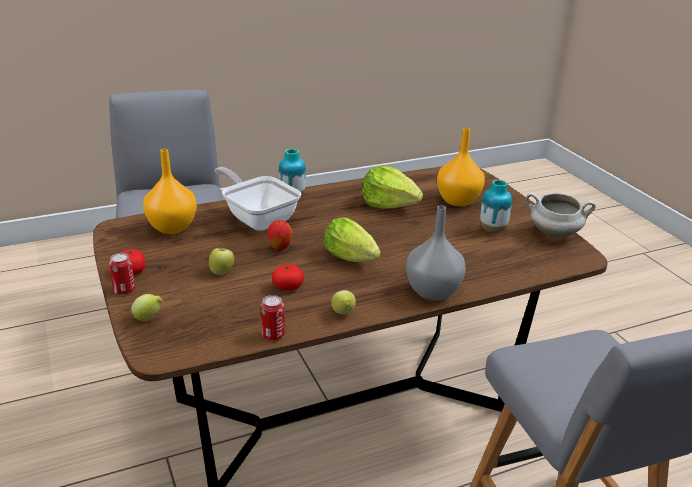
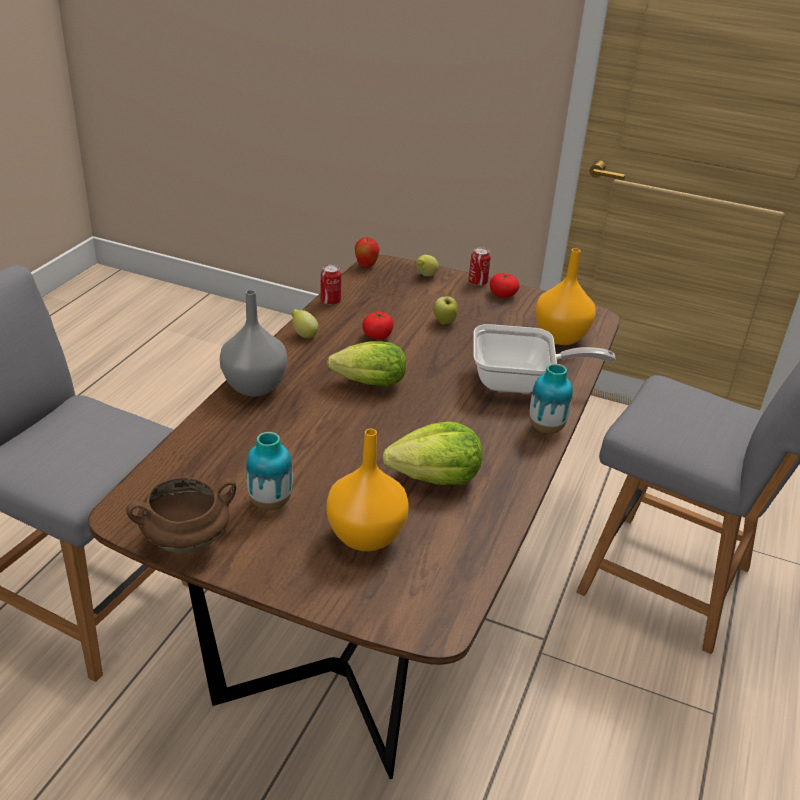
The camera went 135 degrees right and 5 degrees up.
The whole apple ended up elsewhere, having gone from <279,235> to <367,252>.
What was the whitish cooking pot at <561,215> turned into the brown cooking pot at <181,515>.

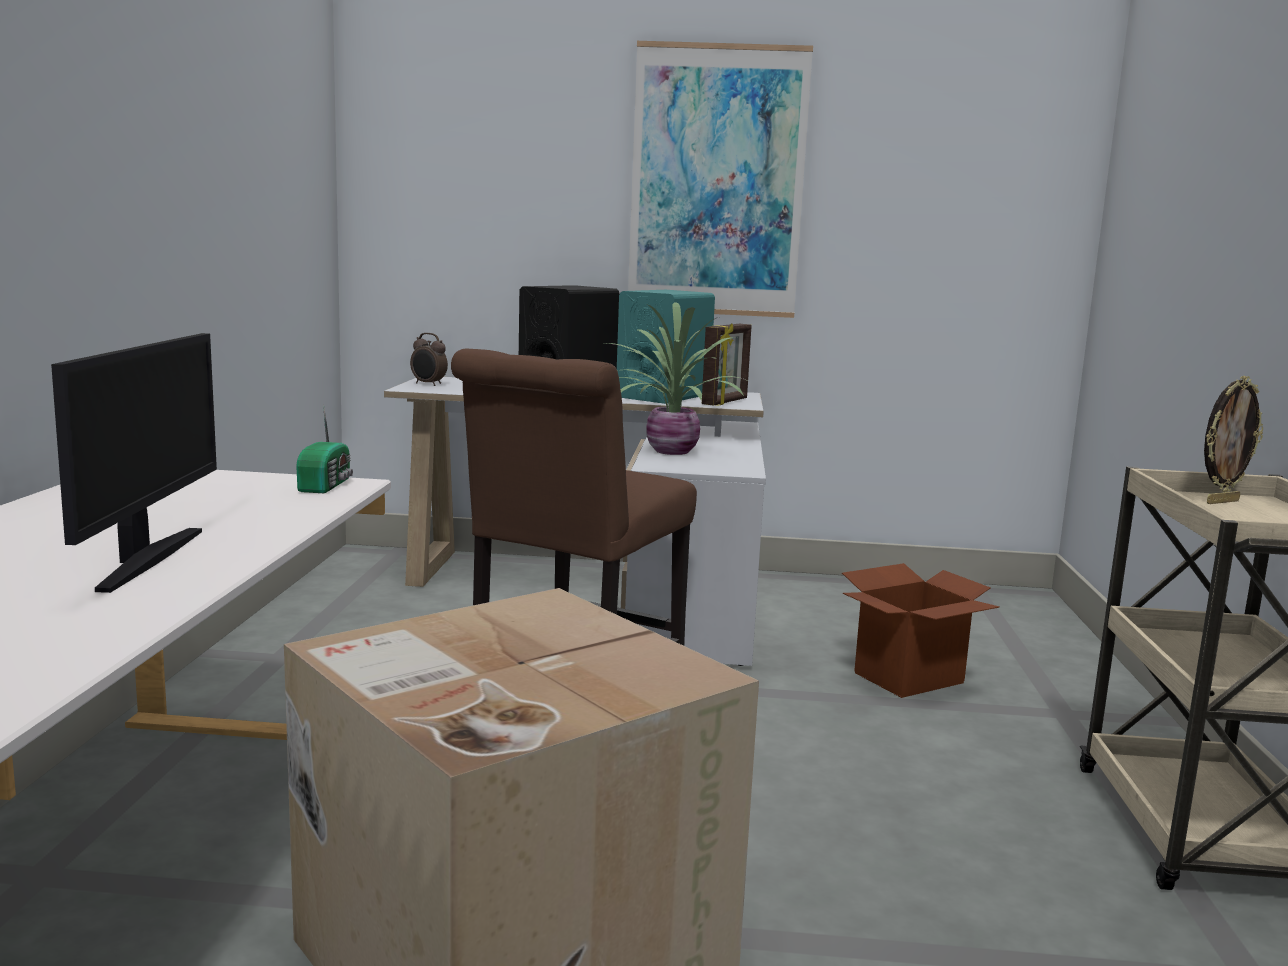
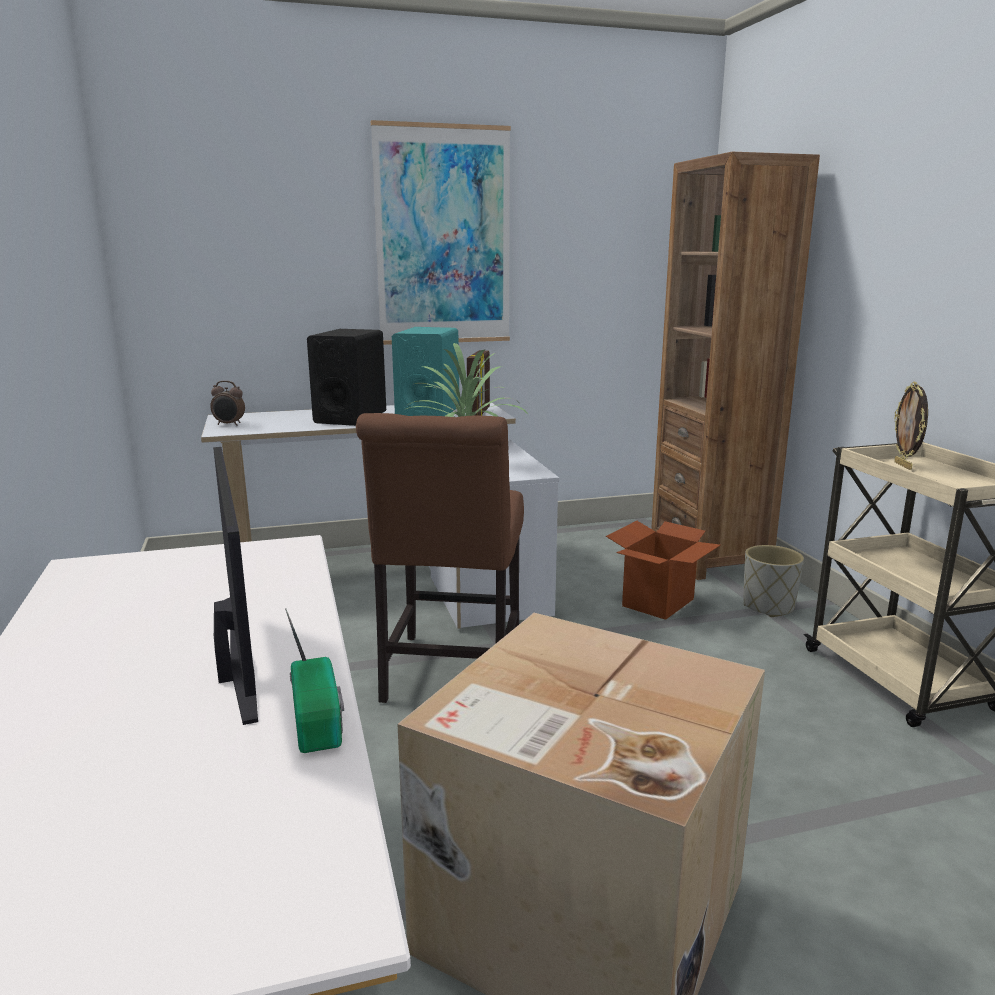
The camera went 20 degrees left and 5 degrees up.
The radio receiver ended up elsewhere, having gone from <324,449> to <314,680>.
The standing frame at <1233,440> ended up facing another way, 135 degrees clockwise from before.
The second view gained the brown shelving unit at <735,366>.
The second view gained the greyish flower pot at <774,581>.

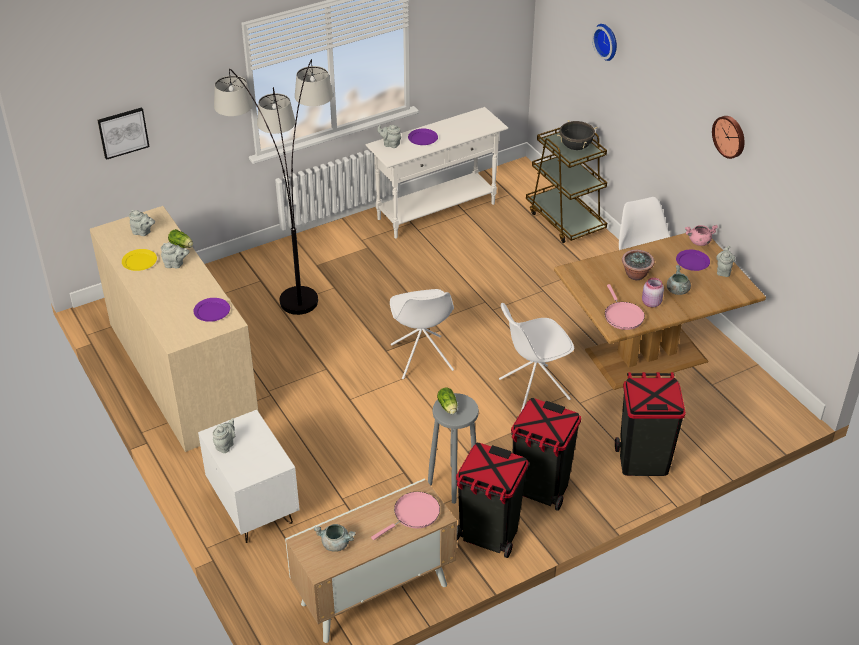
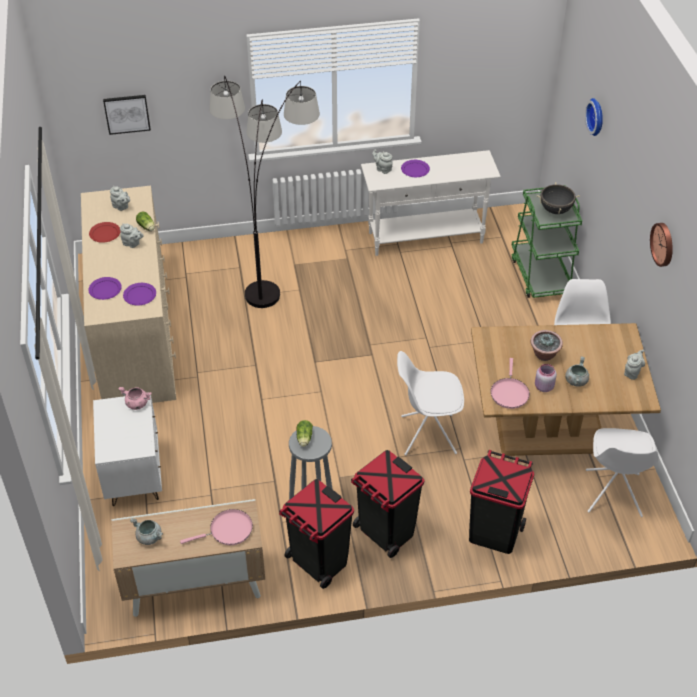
The camera went 20 degrees right and 5 degrees up.
What was the yellow-coloured plate at <139,260> turned into the red-coloured plate at <105,232>.
The second view lost the greyish teapot at <223,435>.
The whitish upright chair ended up elsewhere, having gone from <422,334> to <622,472>.
What was the brown trolley at <566,185> turned into the green-coloured trolley at <547,241>.
The purple plate ended up elsewhere, having gone from <693,260> to <105,288>.
The pinkish cooking pot ended up elsewhere, having gone from <701,235> to <135,398>.

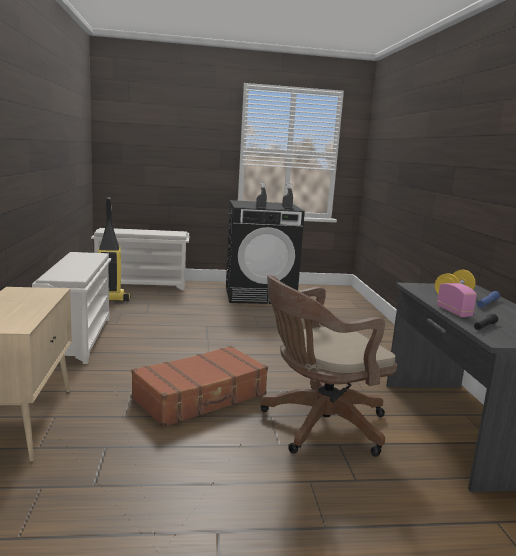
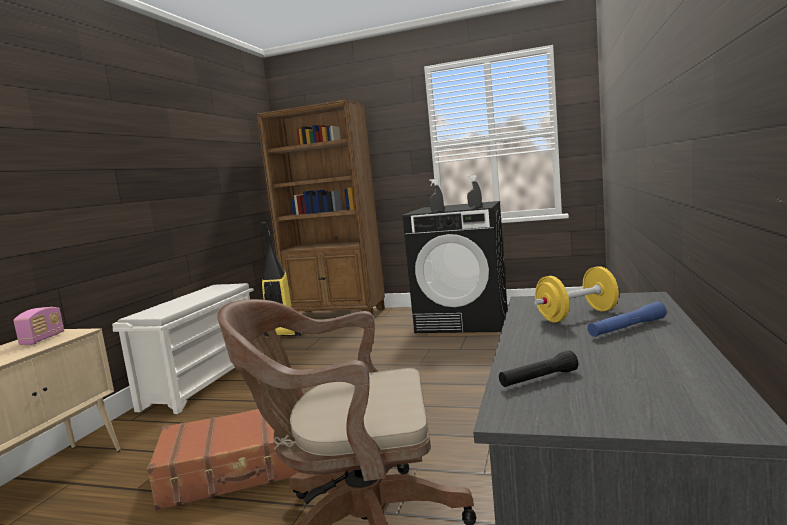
The camera went 25 degrees right and 5 degrees down.
Where the whitish shoe stand stood at <140,259>, the brown shelving unit came to stand at <321,207>.
The radio receiver ended up elsewhere, having gone from <457,300> to <38,326>.

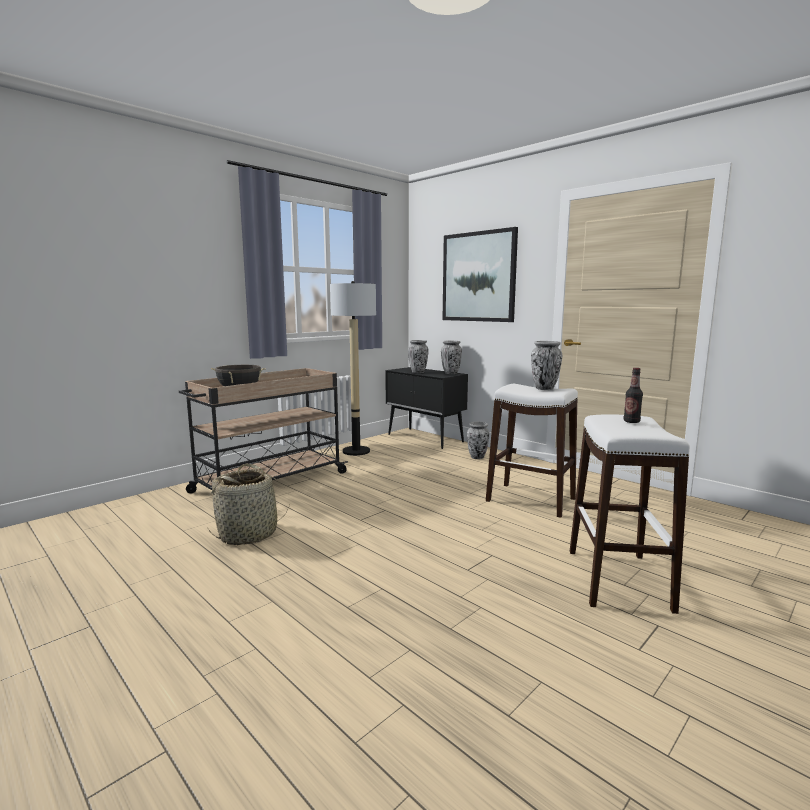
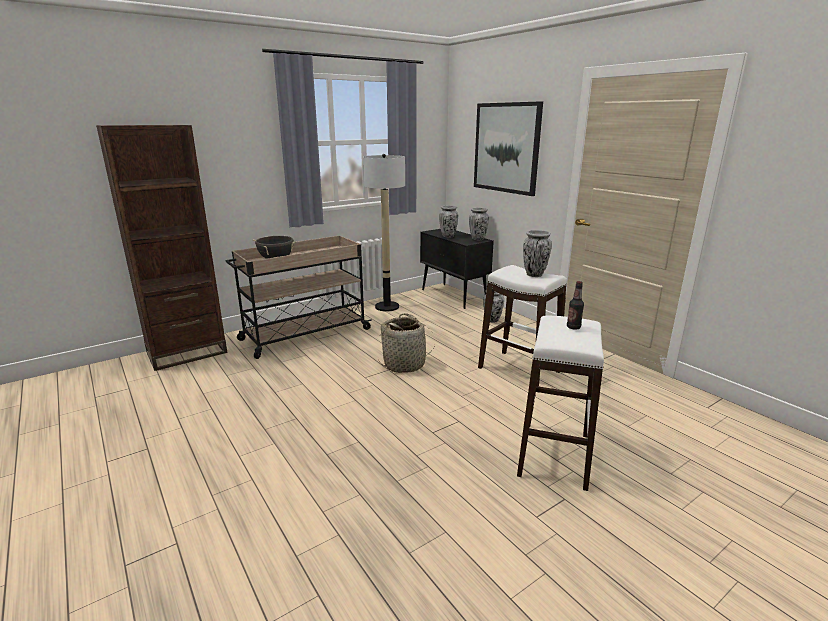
The camera went 10 degrees right and 10 degrees up.
The household basket ended up elsewhere, having gone from <249,504> to <406,343>.
The second view gained the brown shelving unit at <161,248>.

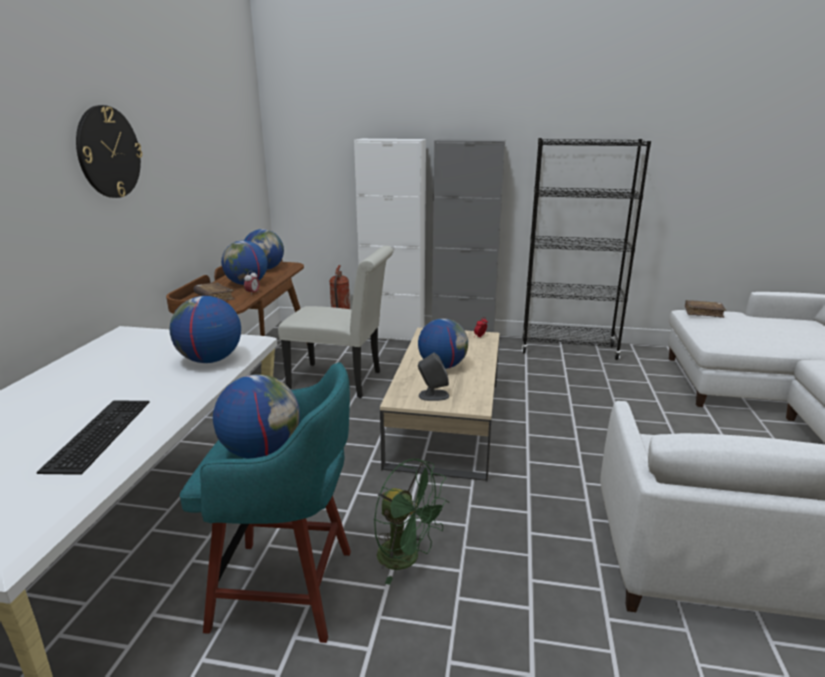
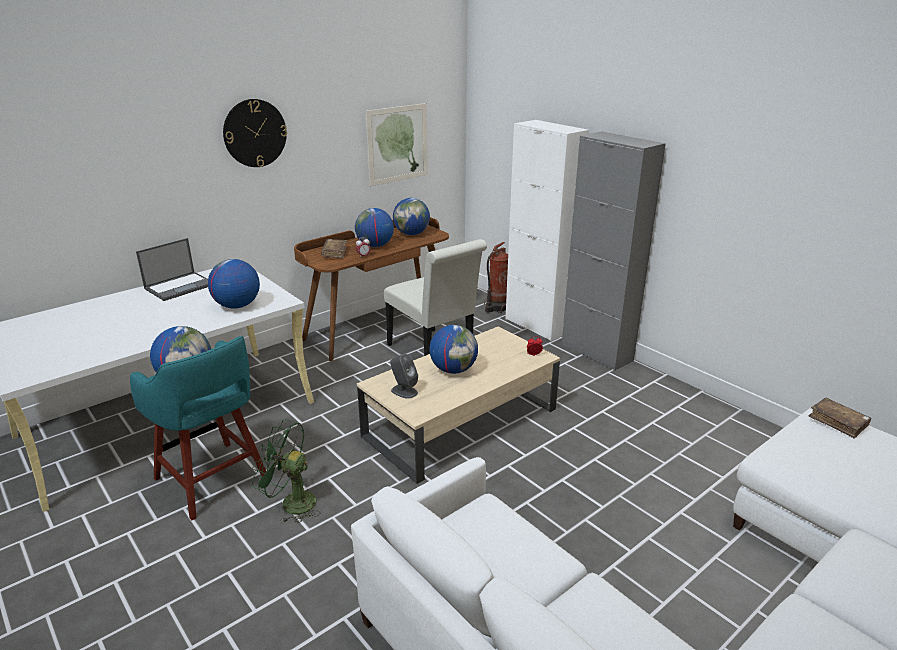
The camera went 40 degrees right and 5 degrees up.
The second view lost the computer keyboard at <93,437>.
The green-coloured electric fan at <411,522> ended up facing another way, 120 degrees clockwise from before.
The second view lost the blackish shelving unit at <586,249>.
The second view gained the laptop at <172,269>.
The second view gained the wall art at <397,144>.

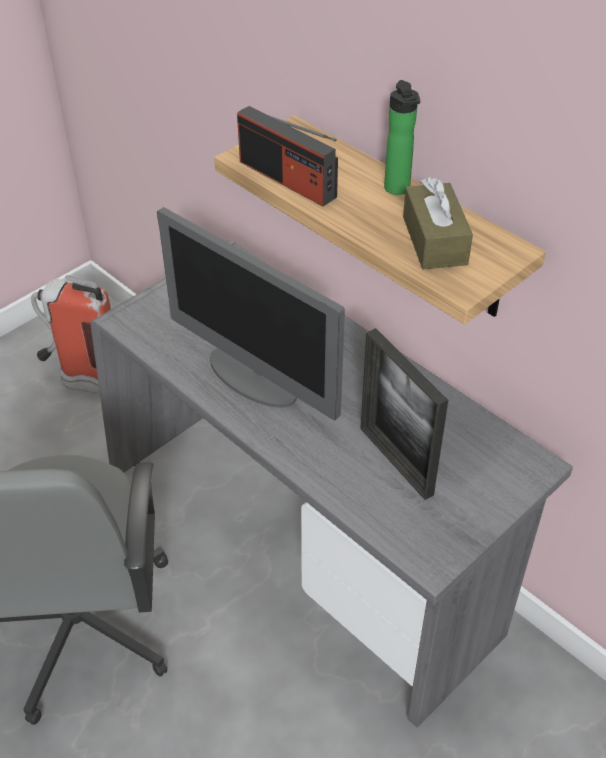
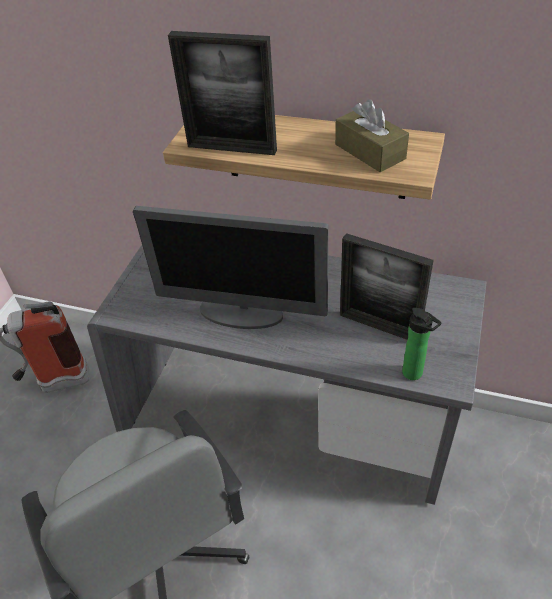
The camera went 25 degrees left and 0 degrees up.
Where the radio receiver stood at <287,156>, the standing frame came to stand at <222,93>.
The bottle ended up elsewhere, having gone from <402,137> to <422,344>.

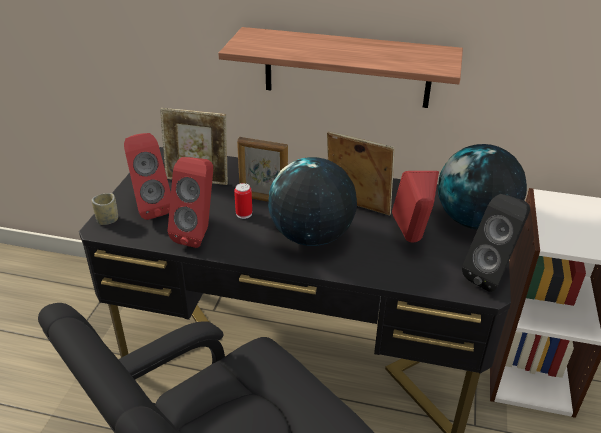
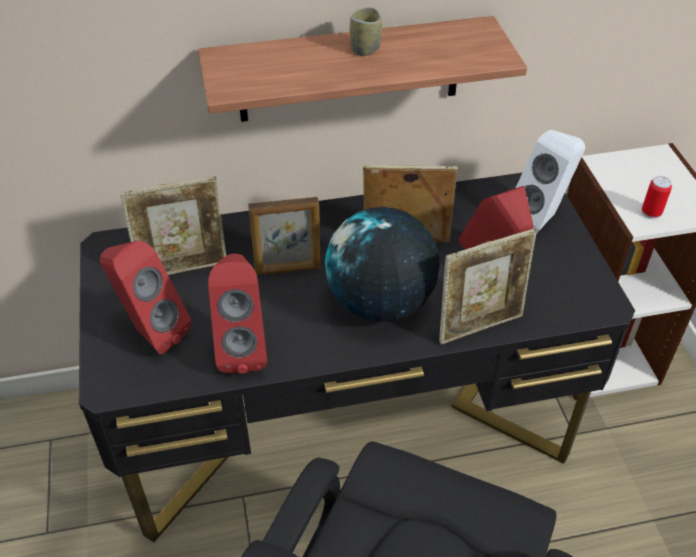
The camera went 25 degrees left and 10 degrees up.
The cup ended up elsewhere, having gone from <105,209> to <366,31>.
The sealed can ended up elsewhere, having gone from <243,201> to <657,197>.
Where the desk globe stood at <482,187>, the whitish loudspeaker came to stand at <550,182>.
The second view lost the blackish loudspeaker at <496,243>.
The second view gained the standing frame at <488,286>.

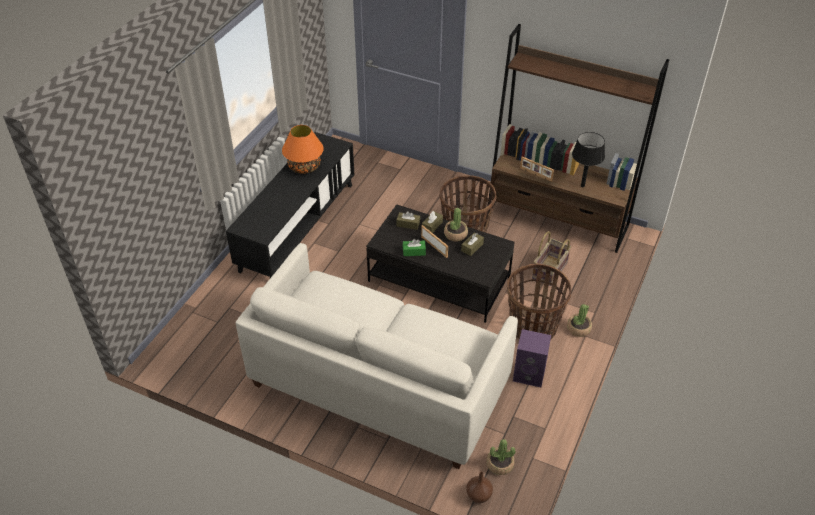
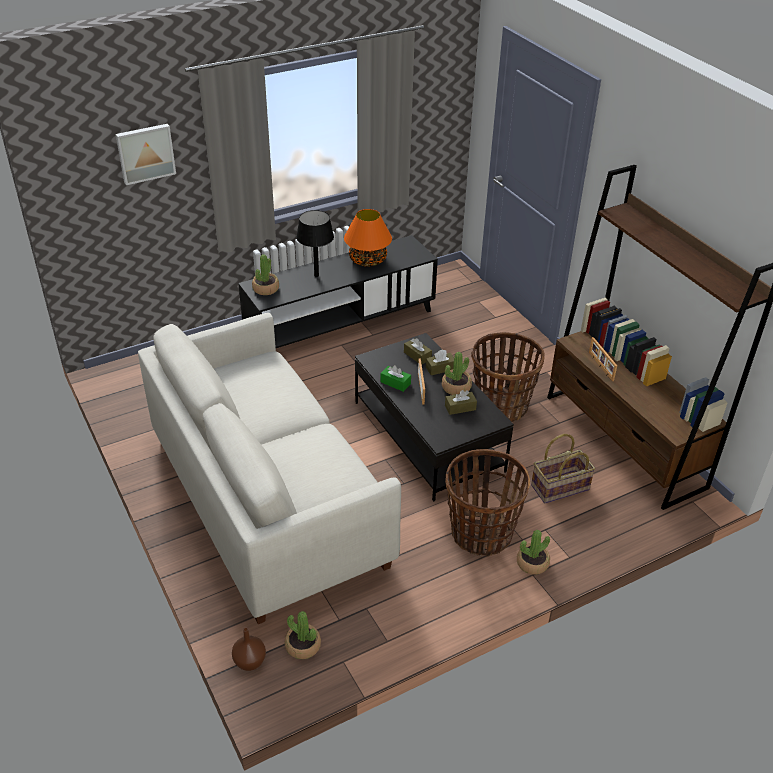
The camera went 35 degrees right and 5 degrees down.
The second view lost the purple loudspeaker at <532,358>.
The blackish tabletop lamp ended up elsewhere, having gone from <588,159> to <315,243>.
The second view gained the wall art at <146,154>.
The second view gained the plant in a pot at <265,274>.

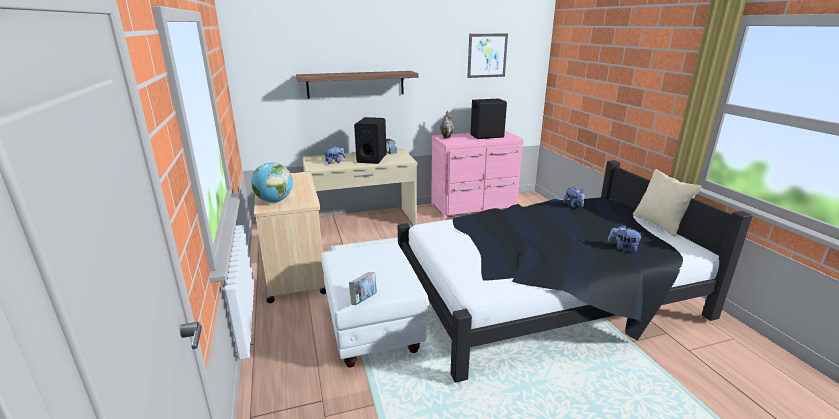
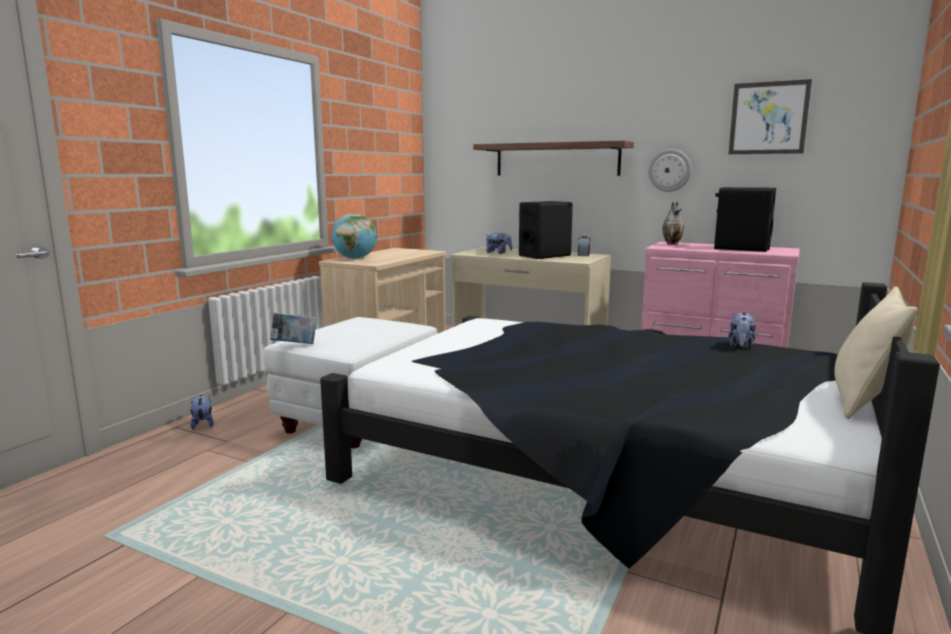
The camera went 45 degrees right and 10 degrees down.
The soft toy ended up elsewhere, having gone from <626,238> to <202,412>.
The second view gained the hanging clock at <669,170>.

